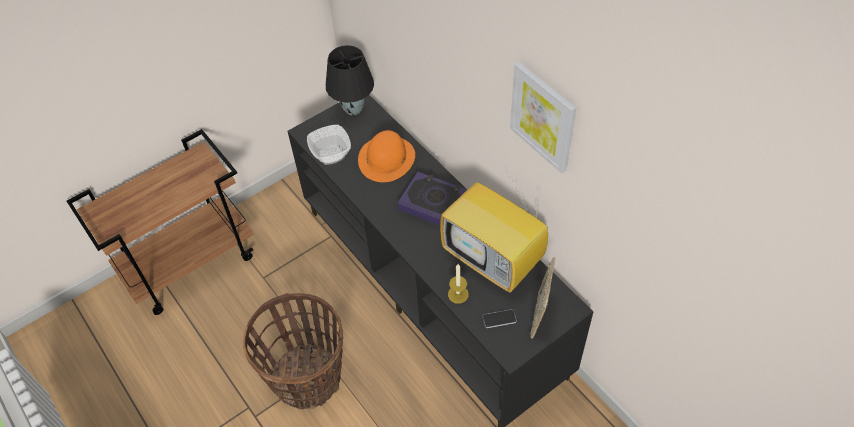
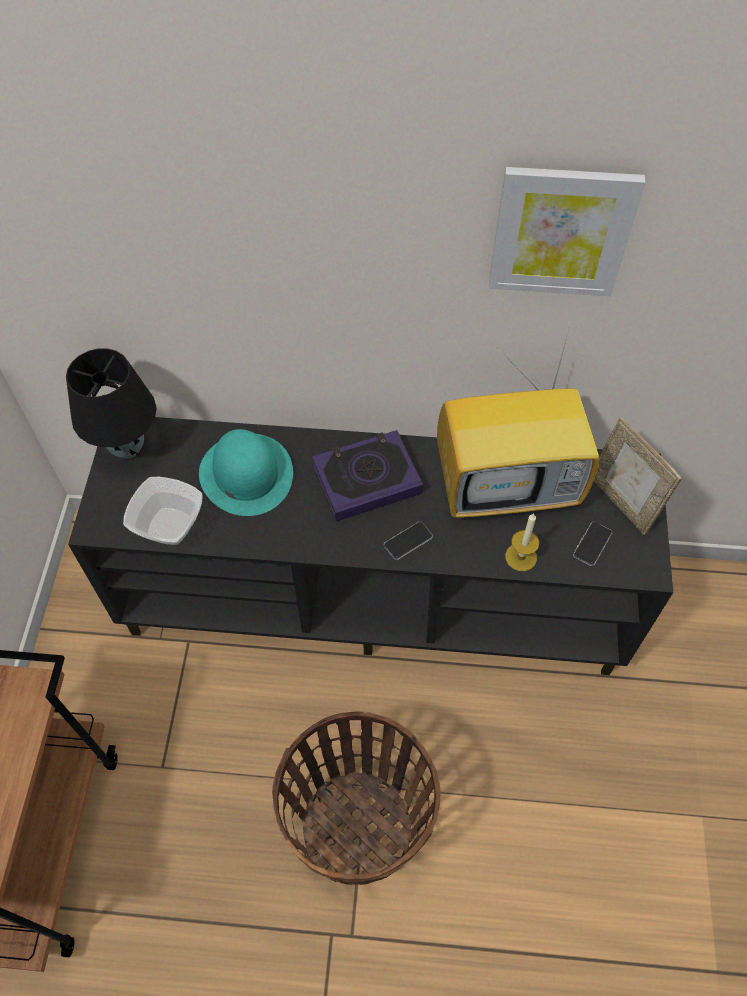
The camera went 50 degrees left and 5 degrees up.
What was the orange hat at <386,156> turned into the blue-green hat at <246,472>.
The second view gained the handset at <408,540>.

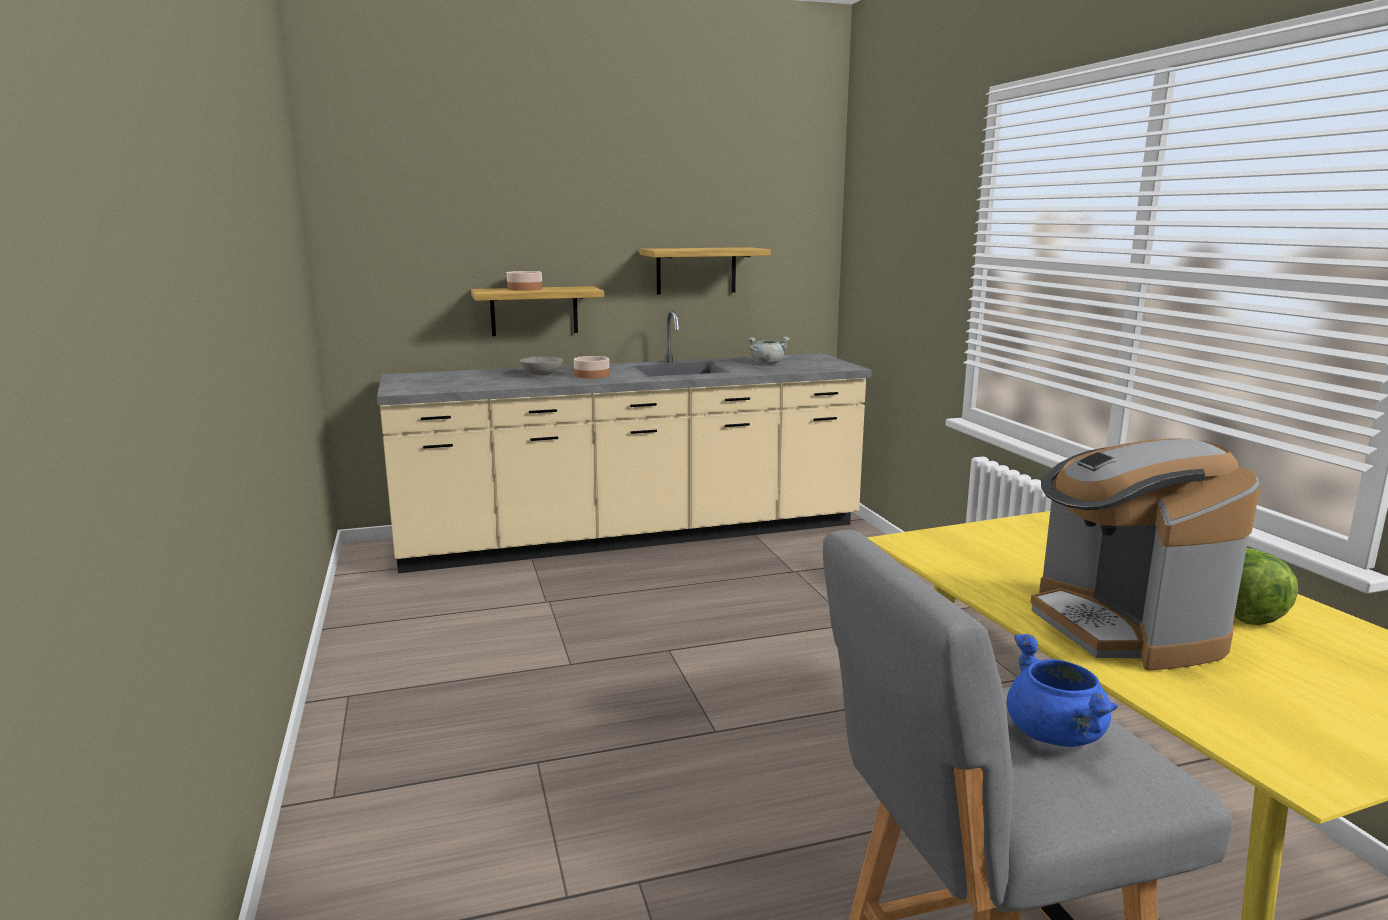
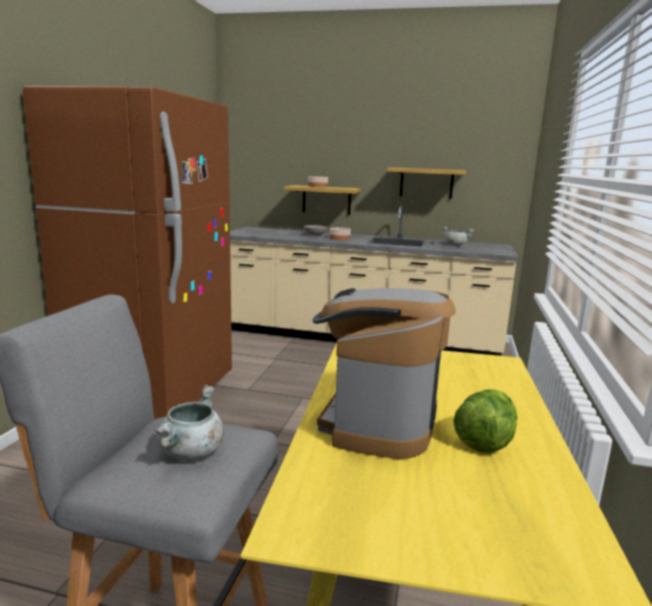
The camera went 30 degrees right and 0 degrees up.
What was the blue cooking pot at <1062,690> turned into the greyish cooking pot at <189,422>.
The second view gained the brown refrigerator at <127,252>.

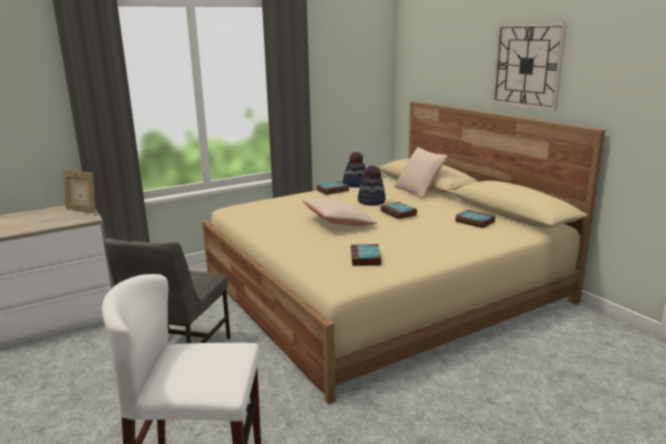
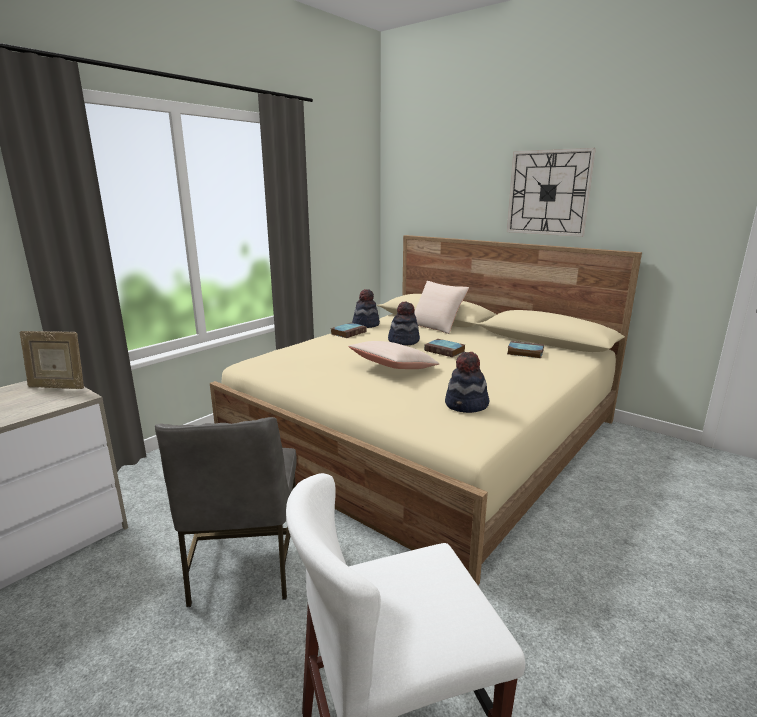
The camera went 20 degrees left and 0 degrees up.
Where the volume stood at <366,255>, the hat came to stand at <467,382>.

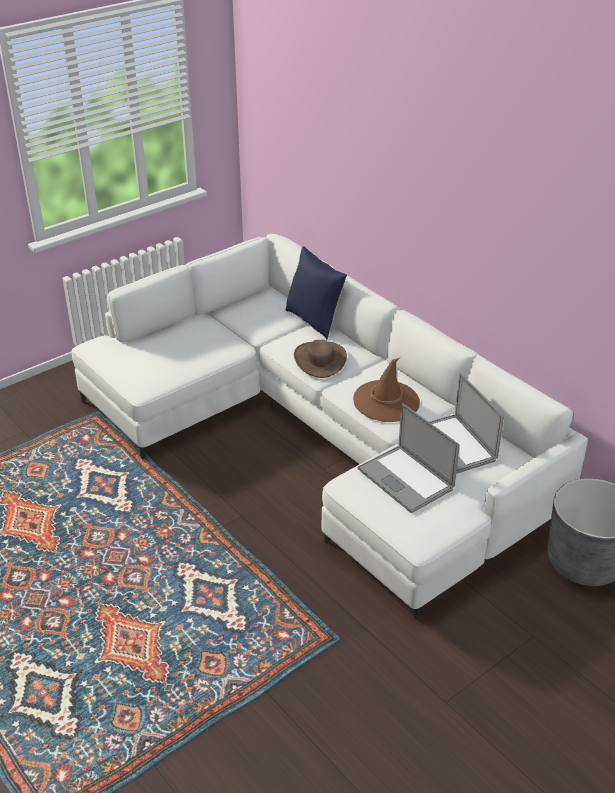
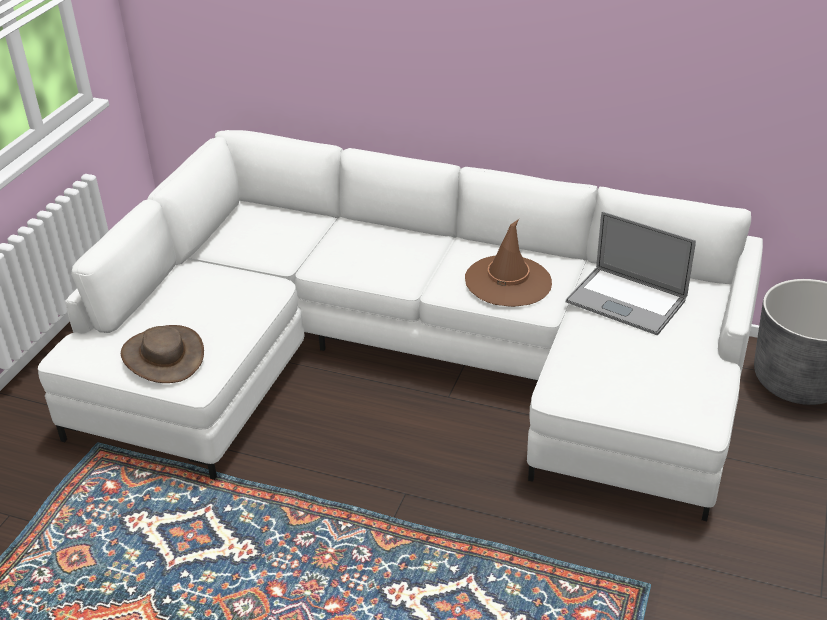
The camera went 30 degrees left and 0 degrees up.
The second view lost the blue cushion at <316,293>.
The brown hat ended up elsewhere, having gone from <320,359> to <162,354>.
The second view lost the laptop at <408,458>.

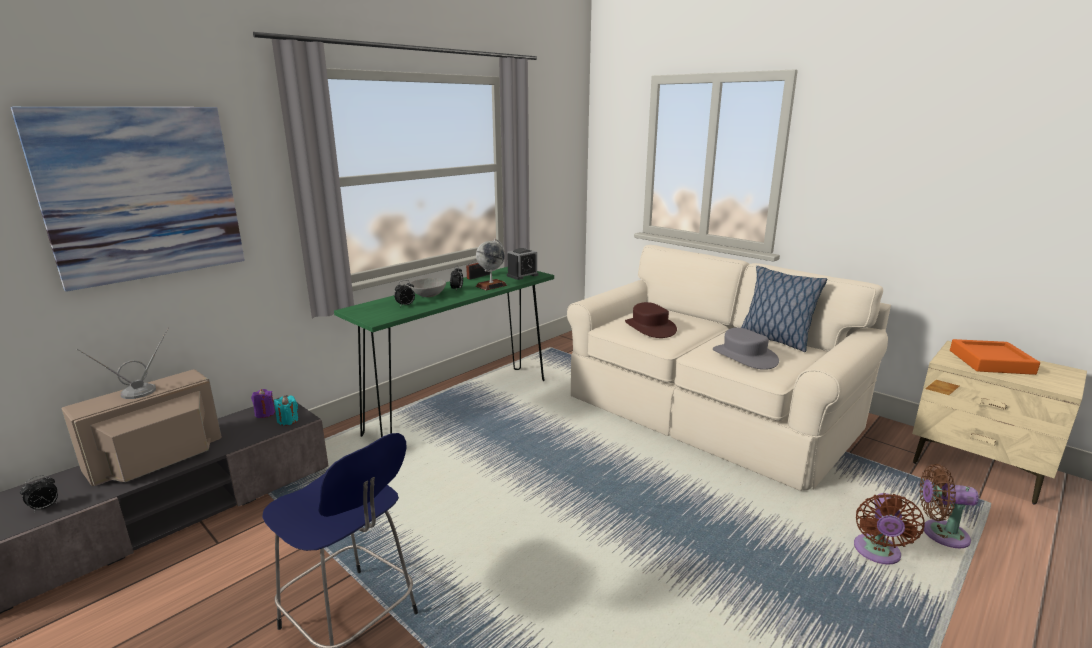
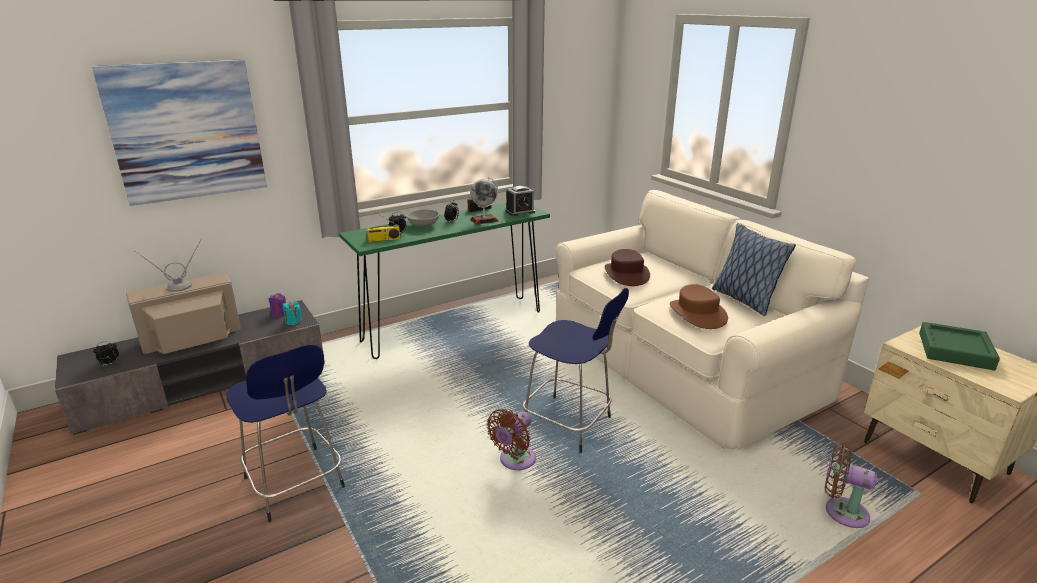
The camera went 15 degrees right and 5 degrees up.
What was the greyish hat at <746,349> turned into the brown hat at <699,306>.
The brown electric fan ended up elsewhere, having gone from <889,529> to <511,439>.
What was the orange serving tray at <995,357> turned into the green-coloured serving tray at <959,346>.
The second view gained the radio receiver at <383,226>.
The second view gained the blue sitting stool at <576,370>.

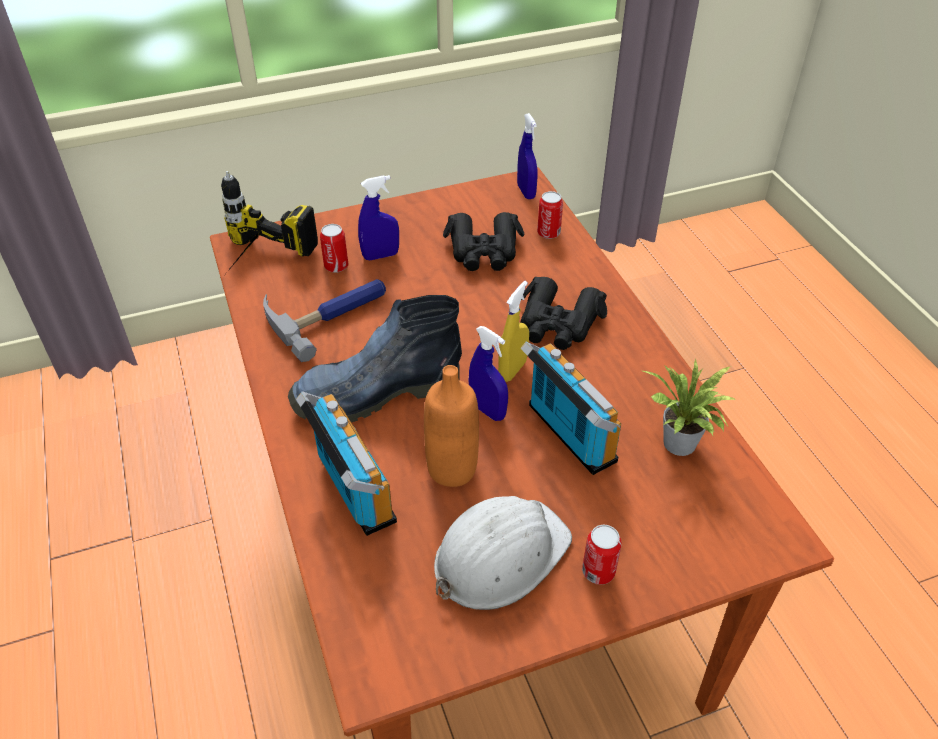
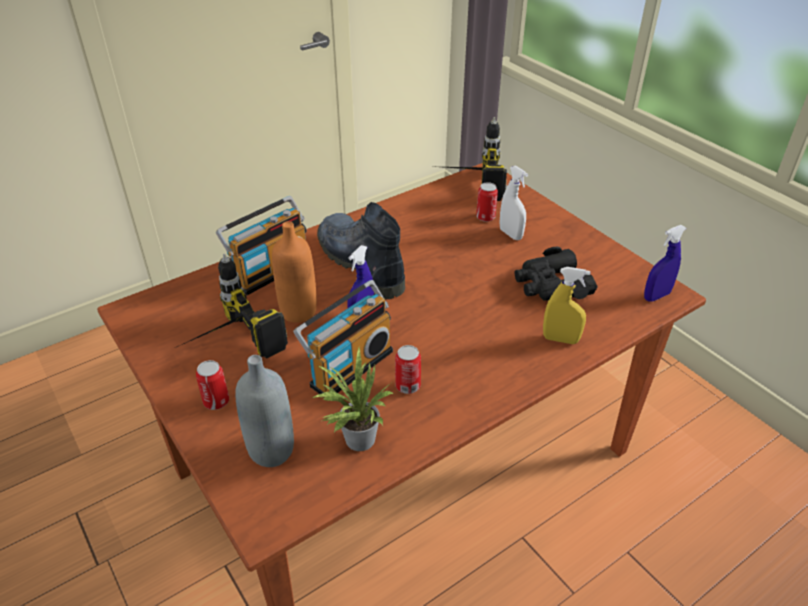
The camera went 75 degrees right and 5 degrees down.
The second view lost the tool hammer at <324,320>.
What was the blue hand sprayer at <378,217> turned into the whitish hand sprayer at <514,202>.
Where the whitish hard hat stood at <503,553>, the power drill came to stand at <231,306>.
The yellow-coloured hand sprayer ended up elsewhere, having gone from <513,331> to <567,305>.
The second view lost the blackish field glasses at <563,313>.
The sealed can ended up elsewhere, having gone from <550,215> to <408,369>.
The second view gained the greyish bottle at <264,411>.

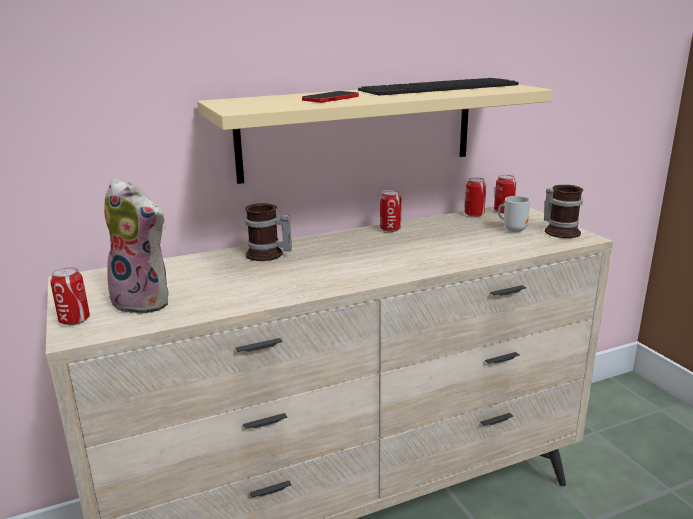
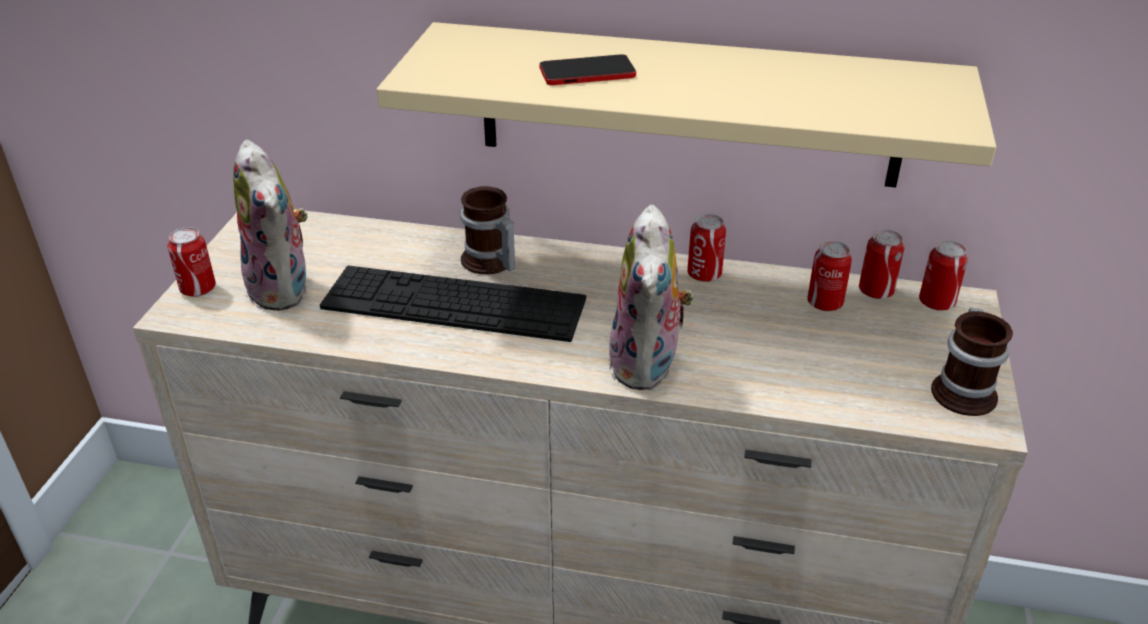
The camera went 35 degrees right and 15 degrees up.
The computer keyboard ended up elsewhere, having gone from <438,86> to <453,303>.
The second view lost the mug at <514,214>.
The second view gained the soft toy at <651,297>.
The second view gained the sealed can at <829,276>.

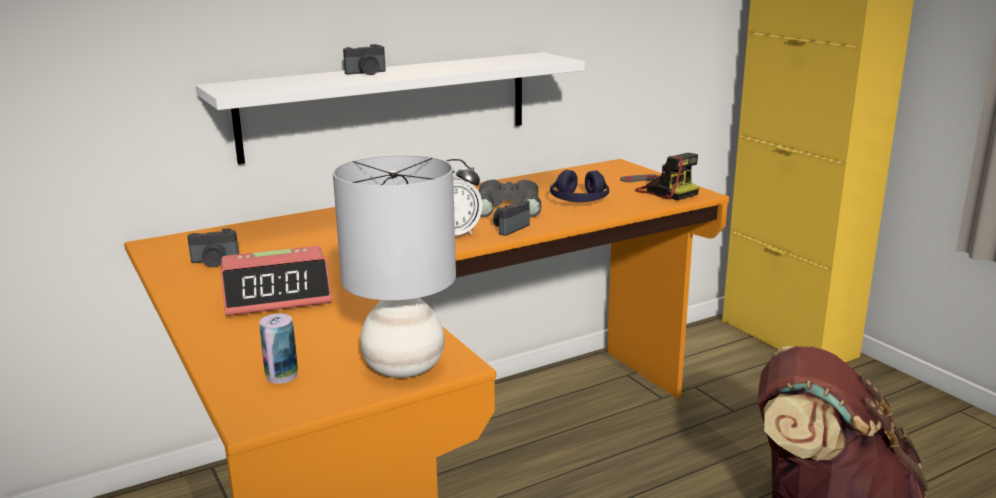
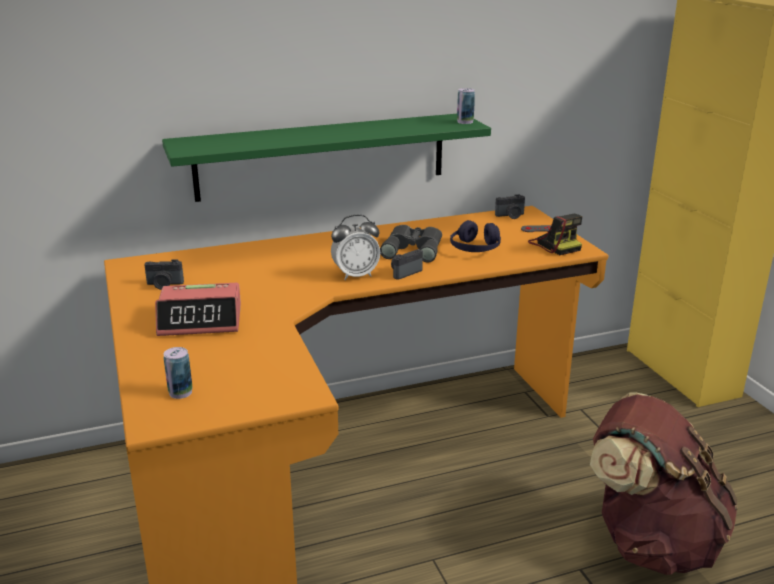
The camera went 10 degrees right and 5 degrees up.
What was the whitish bracket shelf at <390,108> turned into the green-coloured bracket shelf at <326,158>.
The second view lost the greyish tabletop lamp at <394,266>.
The still camera ended up elsewhere, having gone from <364,59> to <510,206>.
The second view gained the sealed can at <466,106>.

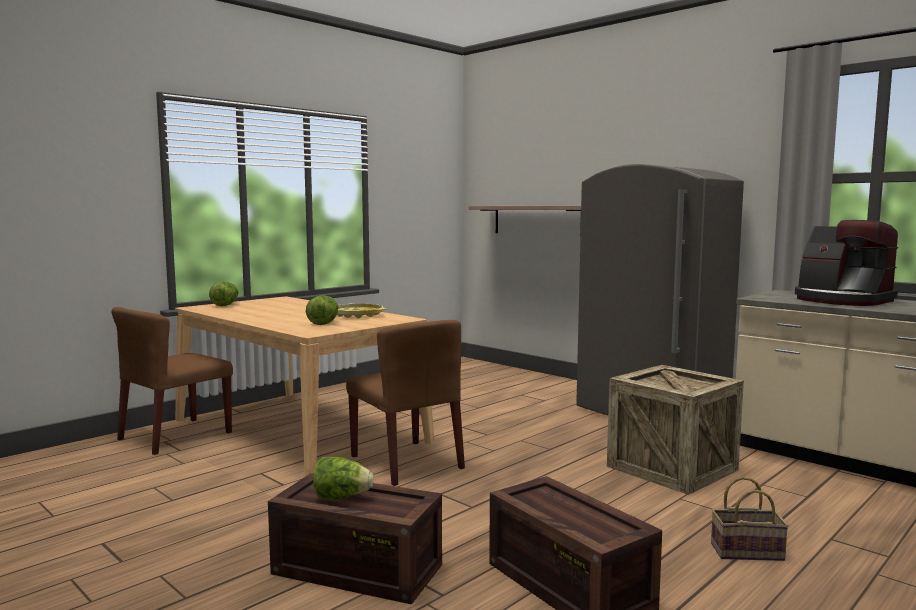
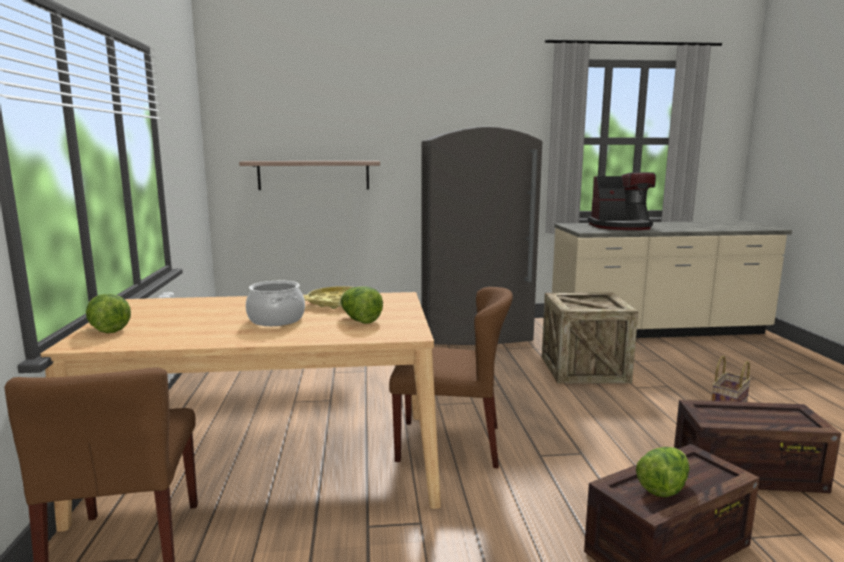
The camera went 50 degrees left and 5 degrees up.
The second view gained the cooking pot at <275,303>.

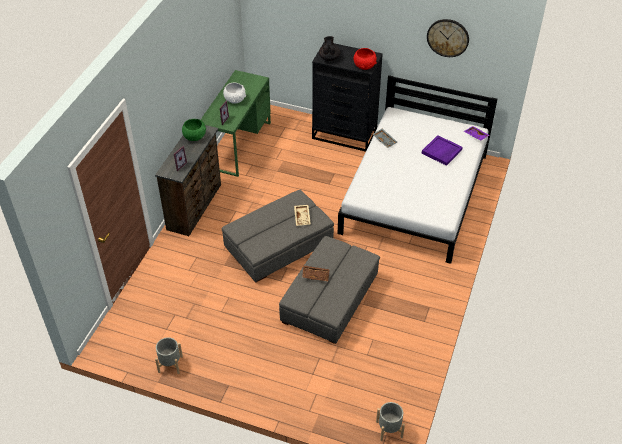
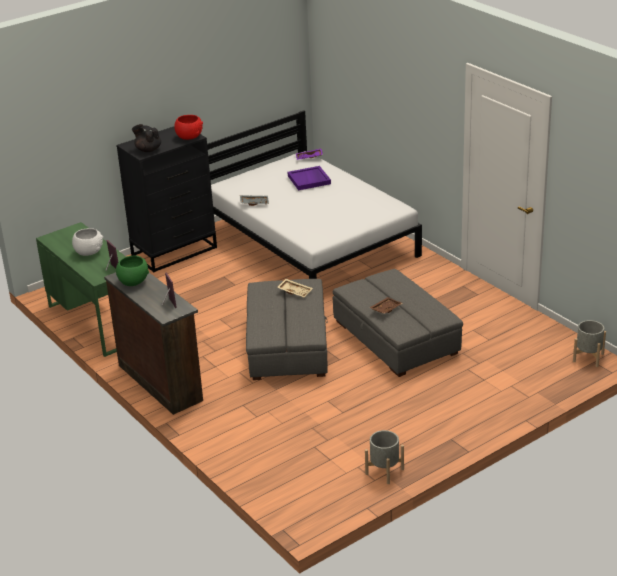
The camera went 55 degrees left and 15 degrees down.
The second view lost the hanging clock at <448,38>.

